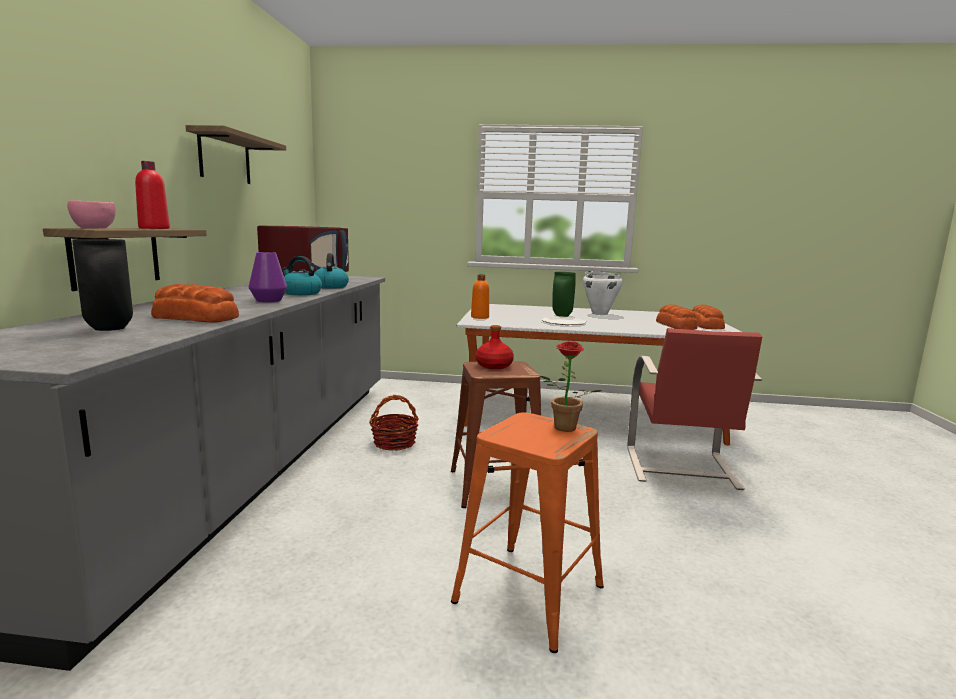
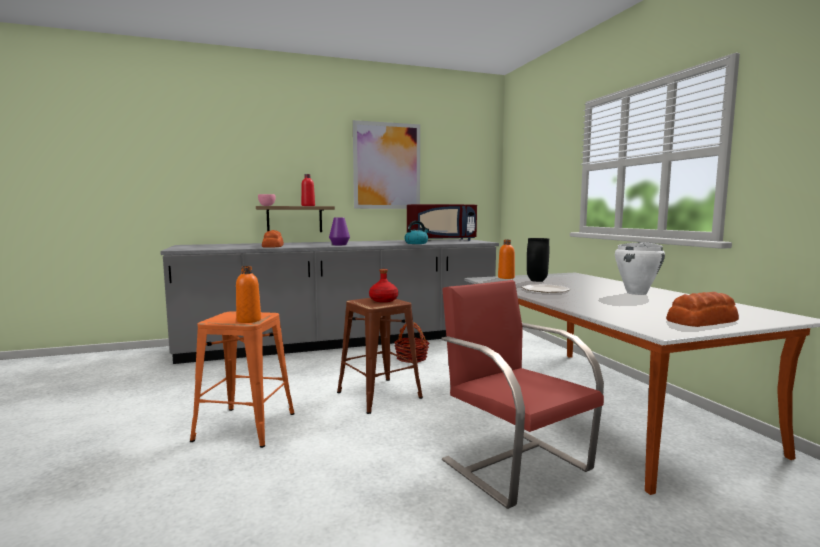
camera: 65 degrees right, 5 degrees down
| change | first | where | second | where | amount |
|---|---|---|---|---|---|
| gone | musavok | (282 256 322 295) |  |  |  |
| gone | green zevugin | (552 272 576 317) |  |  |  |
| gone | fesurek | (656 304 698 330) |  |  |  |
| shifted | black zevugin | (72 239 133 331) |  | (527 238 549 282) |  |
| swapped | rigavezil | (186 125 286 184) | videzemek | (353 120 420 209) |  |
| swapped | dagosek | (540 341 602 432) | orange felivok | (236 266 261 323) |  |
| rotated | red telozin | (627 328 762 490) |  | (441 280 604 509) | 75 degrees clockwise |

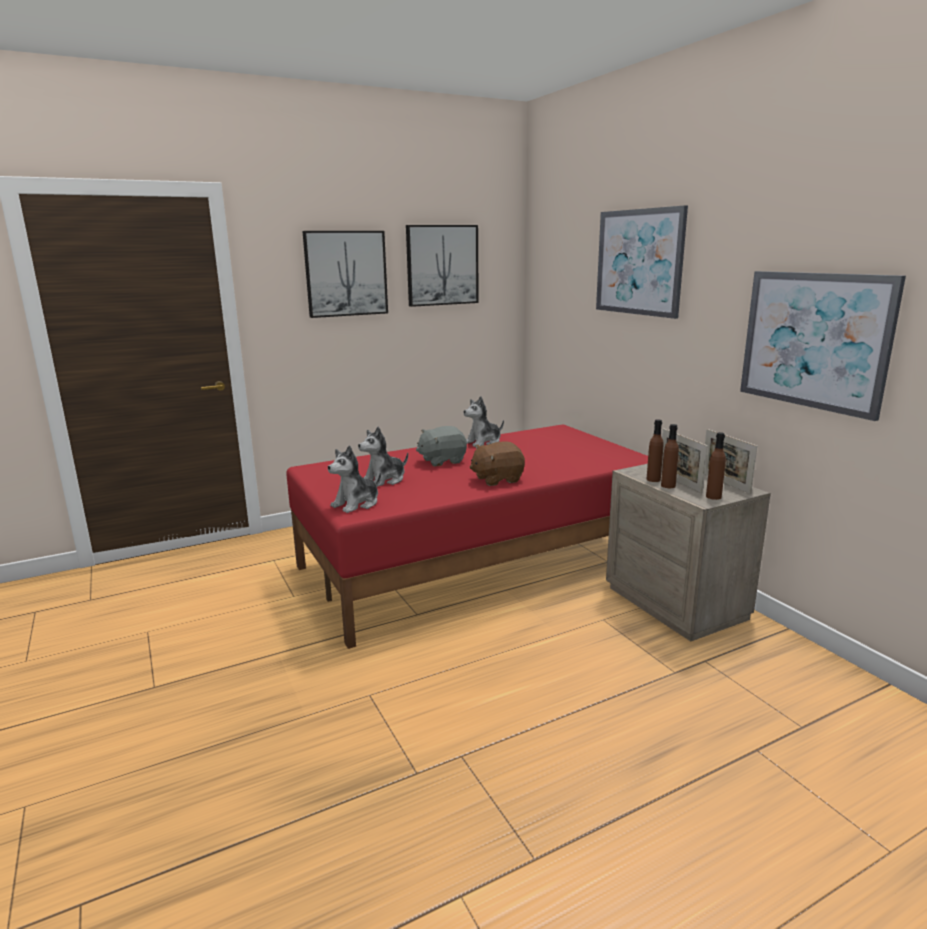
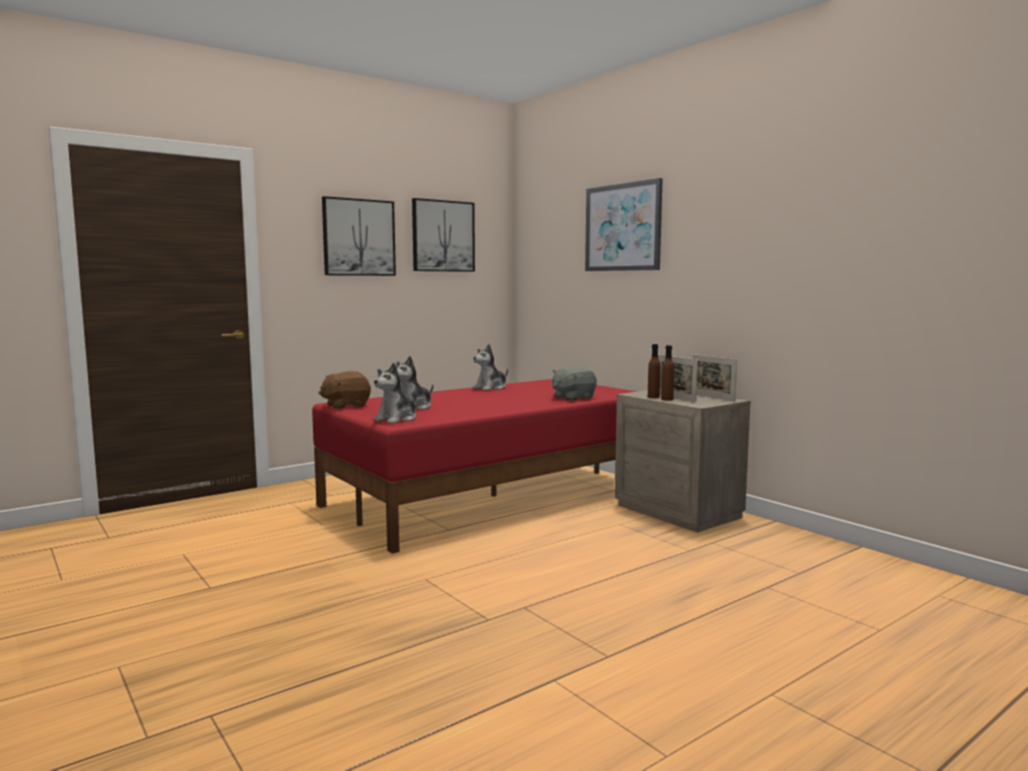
camera: 10 degrees left, 10 degrees down
| change | first | where | second | where | amount |
|---|---|---|---|---|---|
| gone | brown felivok | (706 432 726 500) |  |  |  |
| gone | videzemek | (740 271 906 421) |  |  |  |
| shifted | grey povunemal | (416 426 467 467) |  | (552 365 597 401) |  |
| shifted | brown povunemal | (470 442 525 486) |  | (319 371 371 409) |  |

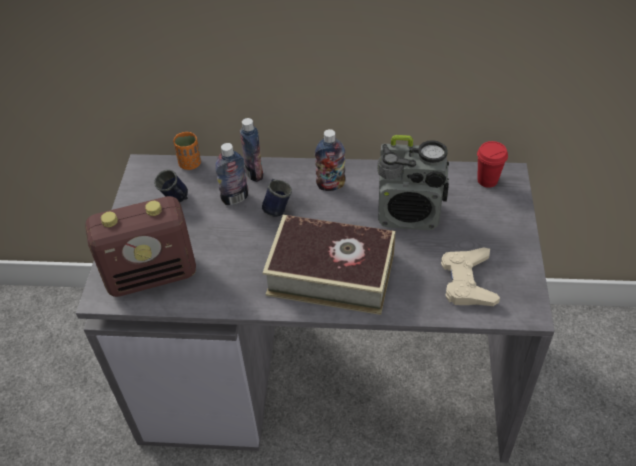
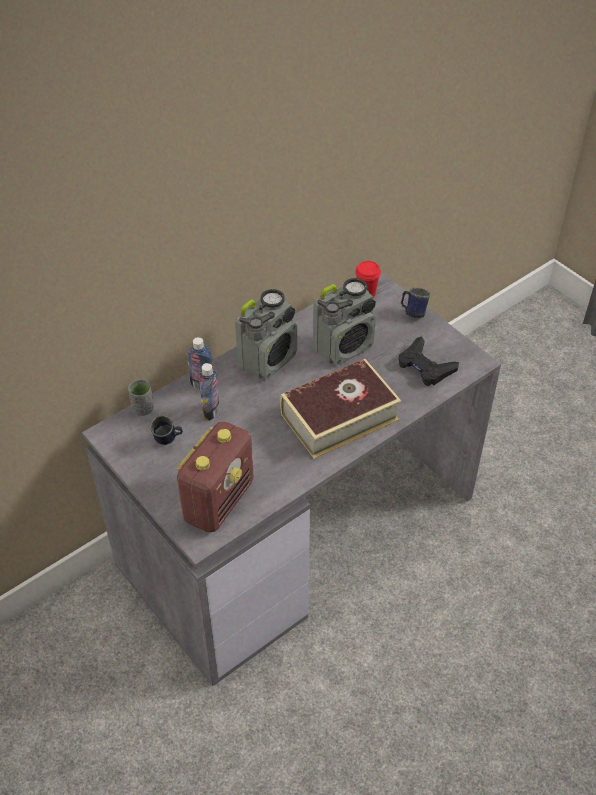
camera: 45 degrees left, 0 degrees up
| change | first | where | second | where | amount |
|---|---|---|---|---|---|
| shifted | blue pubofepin | (262 179 292 217) |  | (401 288 430 318) |  |
| swapped | felivok | (315 129 346 191) | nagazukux | (235 289 297 379) |  |
| repainted | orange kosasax | (173 132 201 170) | grey kosasax | (128 379 154 416) |  |
| repainted | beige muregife | (441 248 500 306) | black muregife | (398 336 459 386) |  |

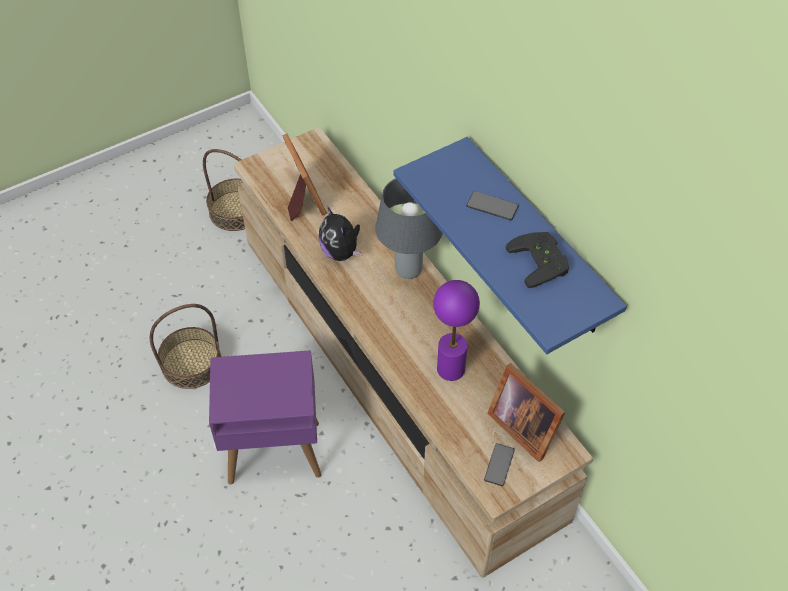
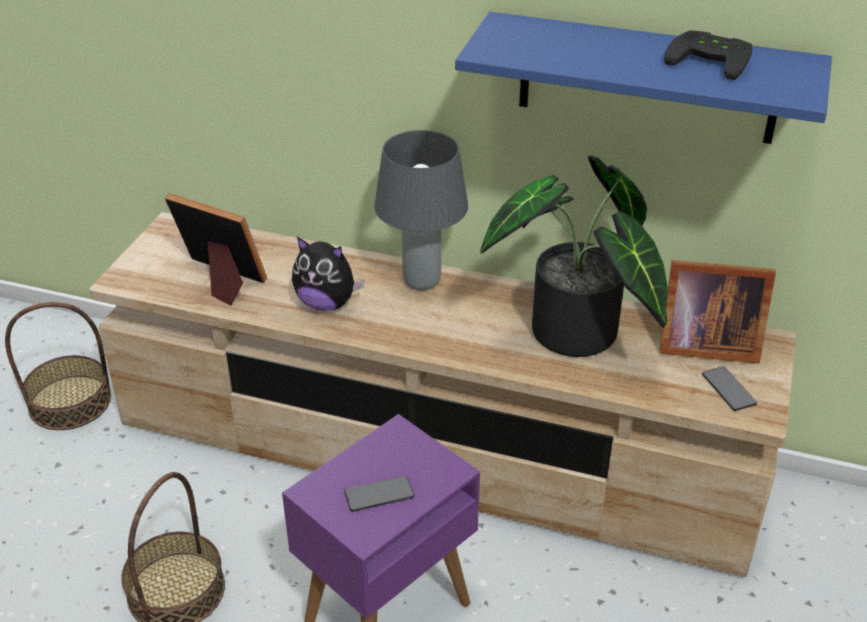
camera: 40 degrees left, 15 degrees down
| change | first | where | second | where | amount |
|---|---|---|---|---|---|
| shifted | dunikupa | (466 191 519 220) |  | (344 476 414 512) |  |
| swapped | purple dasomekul | (433 280 480 381) | dagosek | (480 155 668 357) |  |

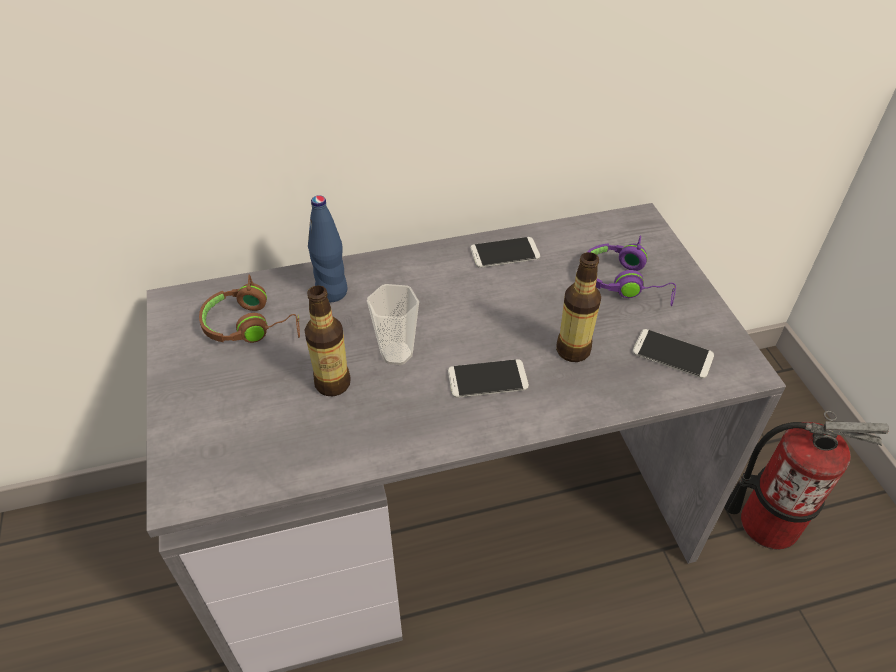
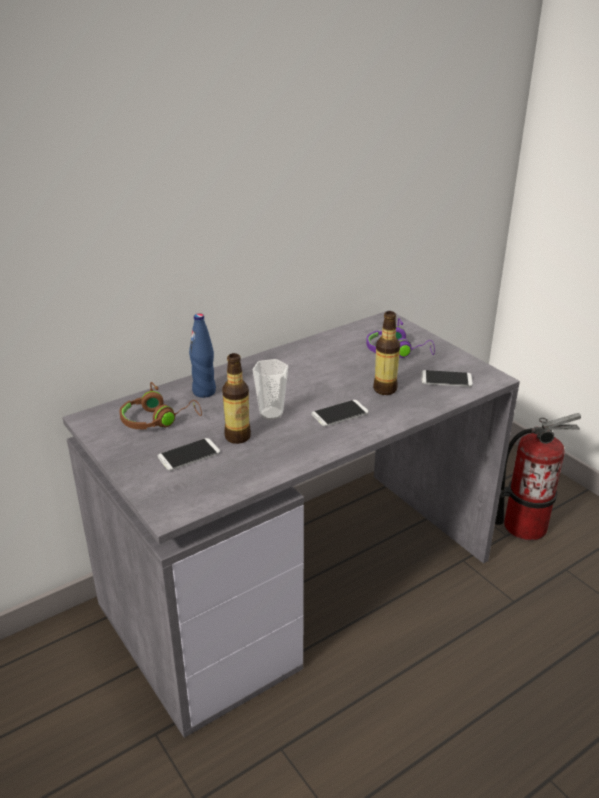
camera: 20 degrees left, 15 degrees down
| change | first | where | second | where | amount |
|---|---|---|---|---|---|
| shifted | dunikupa | (470 237 540 268) |  | (158 438 220 471) |  |

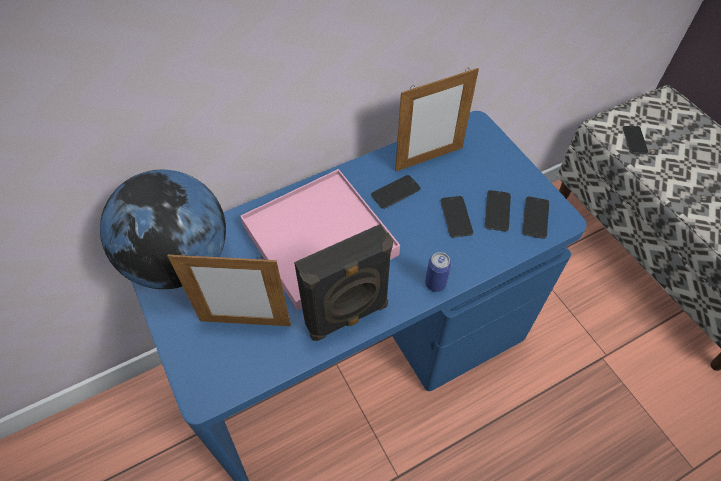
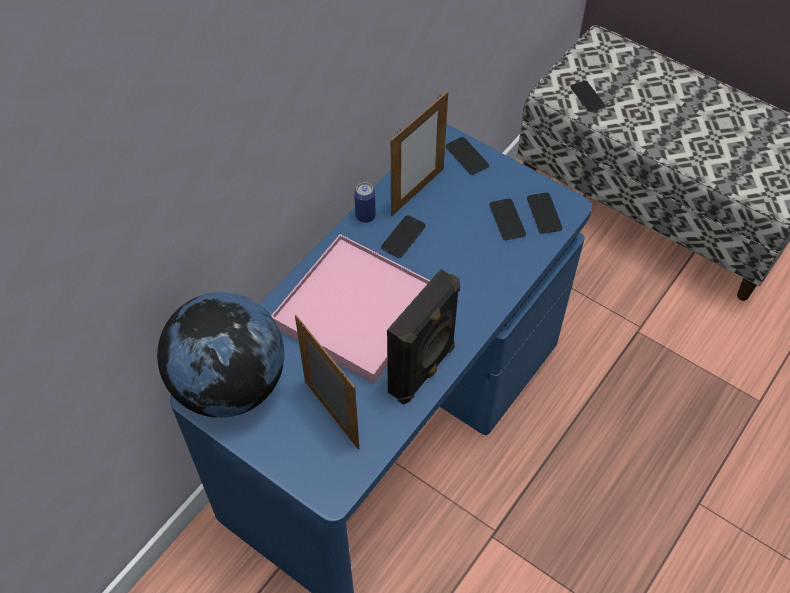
camera: 25 degrees left, 0 degrees up
| change | first | where | second | where | amount |
|---|---|---|---|---|---|
| shifted | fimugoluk | (425 252 451 292) |  | (354 182 376 223) |  |
| shifted | dunikupa | (441 196 473 237) |  | (446 137 489 175) |  |
| rotated | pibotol | (167 252 291 326) |  | (295 315 359 450) | 105 degrees counterclockwise |

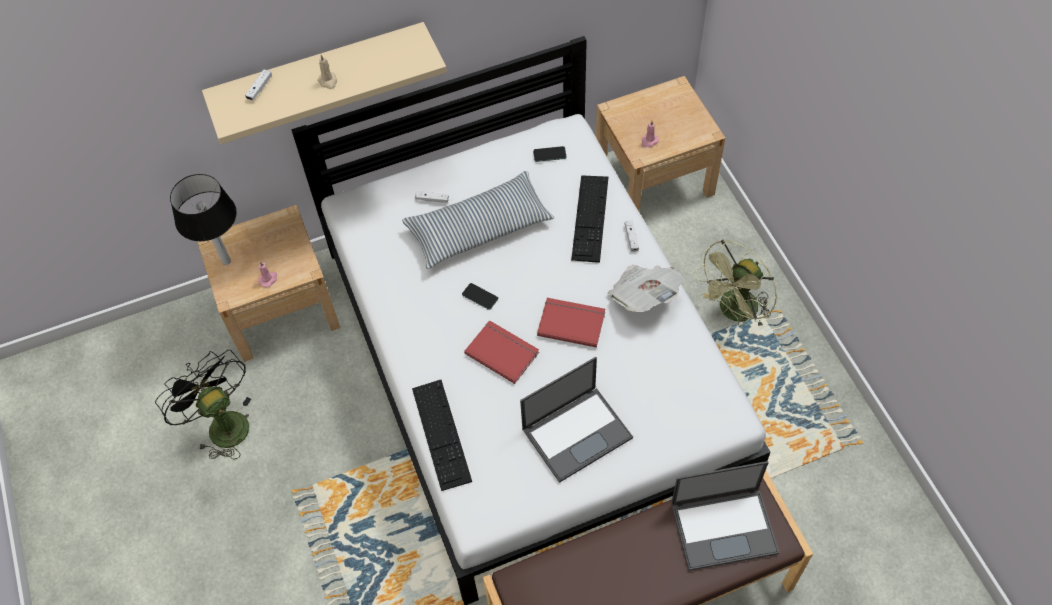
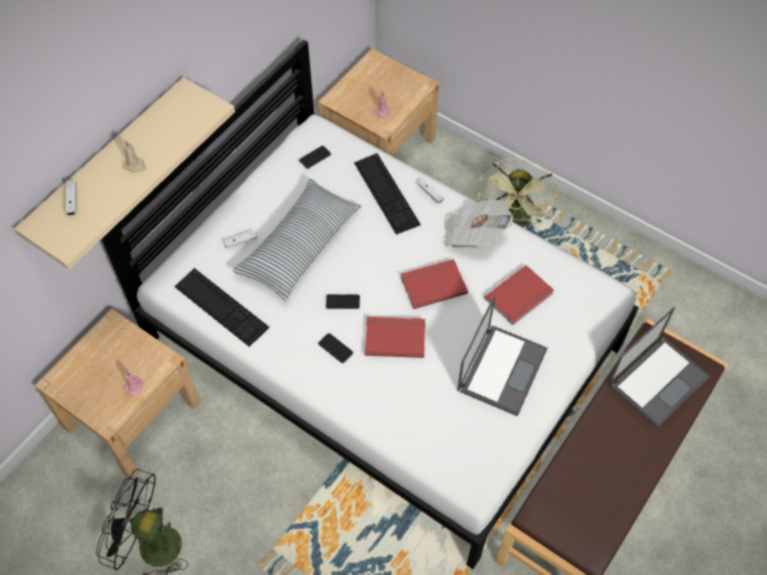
camera: 35 degrees left, 0 degrees up
| change | first | where | second | where | amount |
|---|---|---|---|---|---|
| gone | dasomekul | (170 174 237 265) |  |  |  |
| new |  |  | dunikupa | (318 333 353 363) |  |
| new |  |  | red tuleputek | (484 265 554 325) |  |
| shifted | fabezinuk | (412 380 472 491) |  | (175 268 269 347) |  |

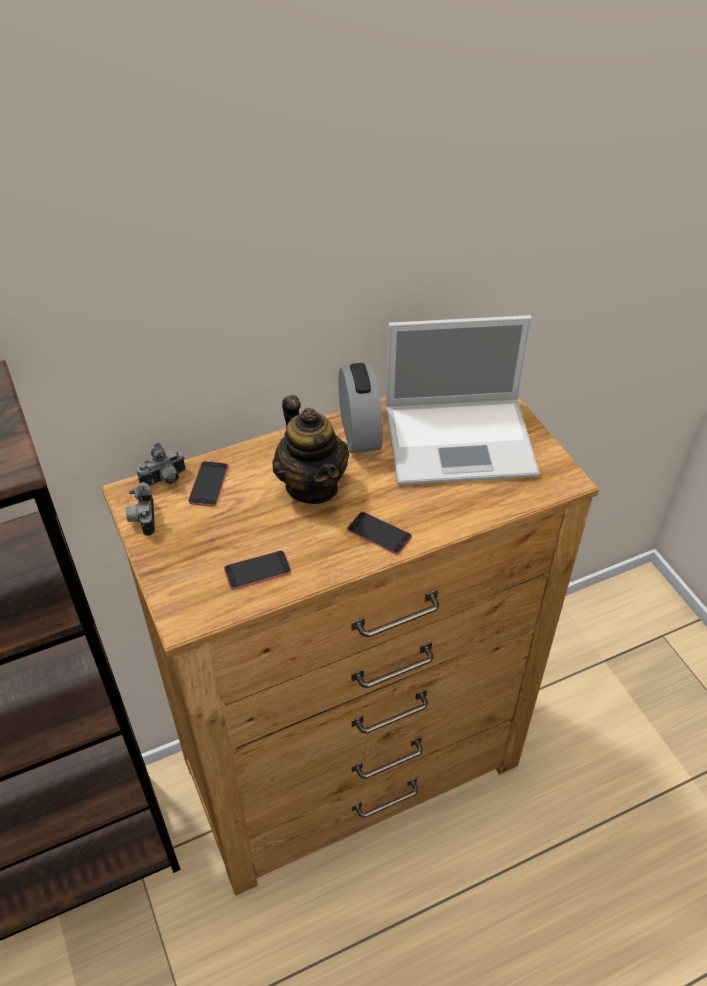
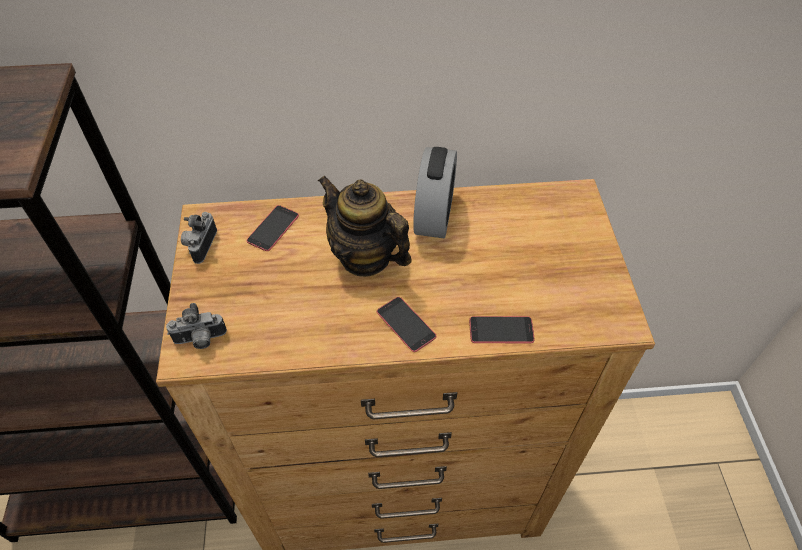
camera: 20 degrees right, 5 degrees up
| change | first | where | second | where | amount |
|---|---|---|---|---|---|
| gone | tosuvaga | (386 315 540 485) |  |  |  |
| shifted | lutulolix | (137 443 185 487) |  | (166 303 227 349) |  |
| shifted | dunikupa | (224 550 291 590) |  | (469 316 534 343) |  |
| rotated | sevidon | (272 395 349 504) |  | (318 175 412 277) | 135 degrees clockwise |

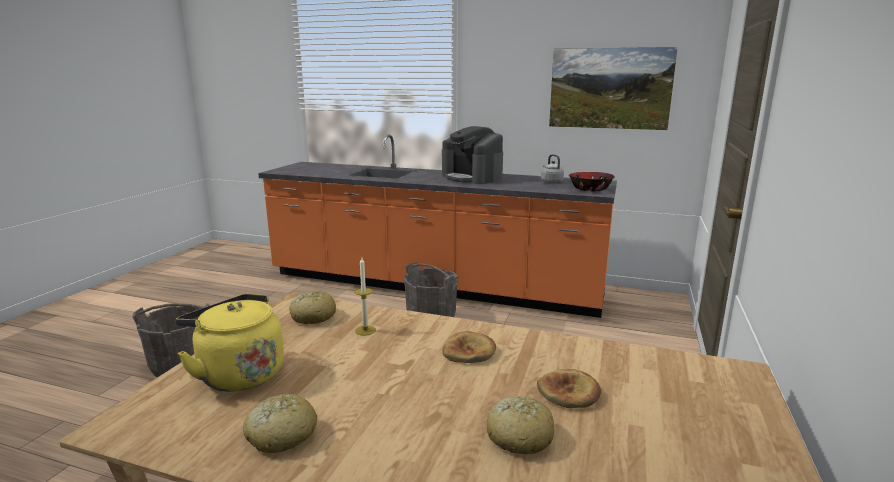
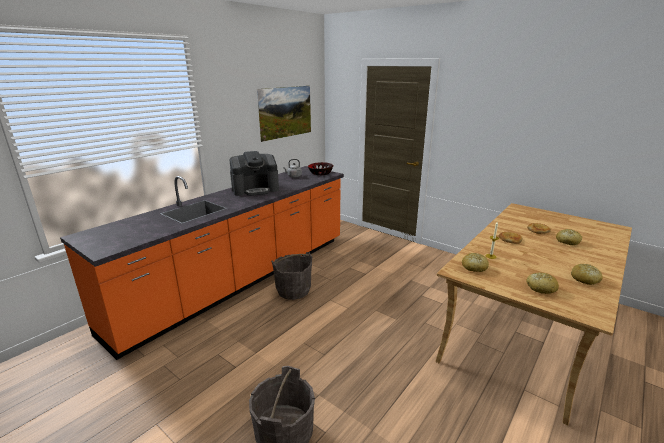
camera: 70 degrees left, 5 degrees up
| change | first | where | second | where | amount |
|---|---|---|---|---|---|
| swapped | yellow musavok | (176 294 284 392) | fesurek | (526 272 559 294) |  |

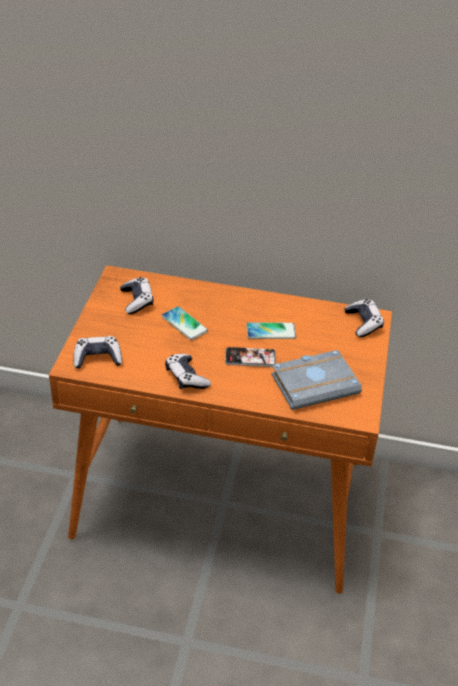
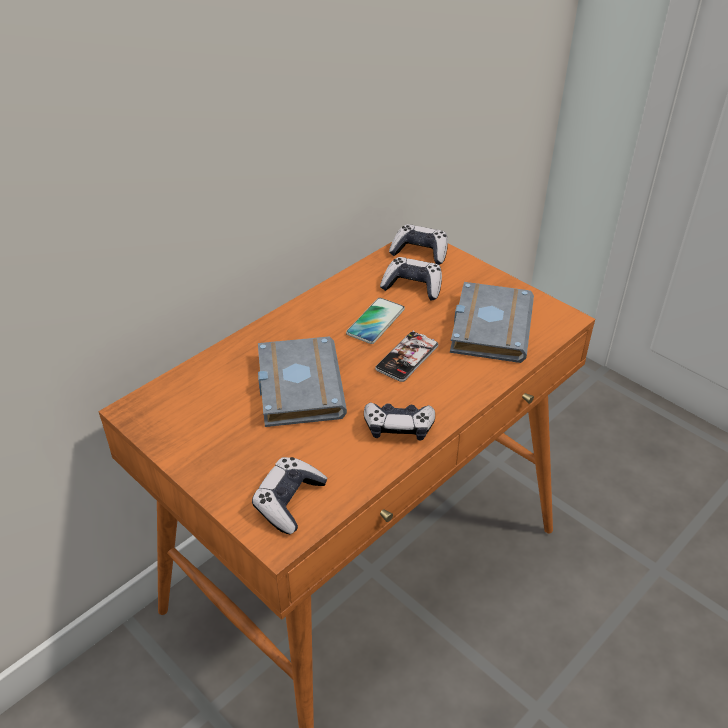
camera: 55 degrees left, 0 degrees up
| change | first | where | second | where | amount |
|---|---|---|---|---|---|
| shifted | muregife | (120 277 153 314) |  | (380 257 442 300) |  |
| swapped | dunikupa | (161 306 208 340) | grey tuleputek | (258 336 347 427) |  |

